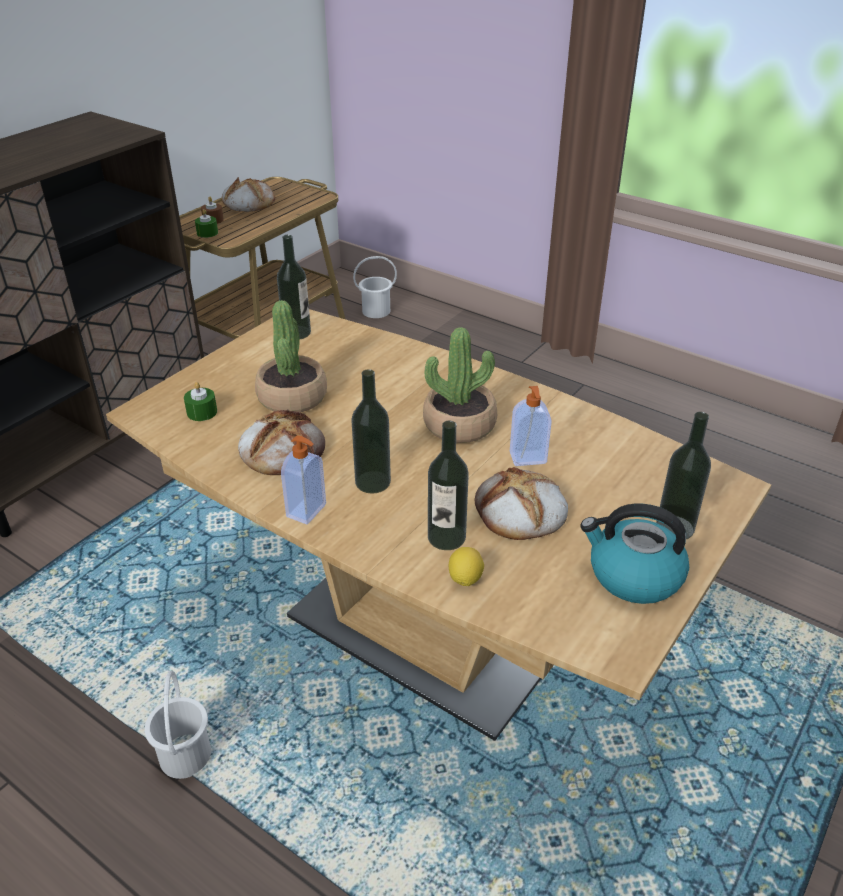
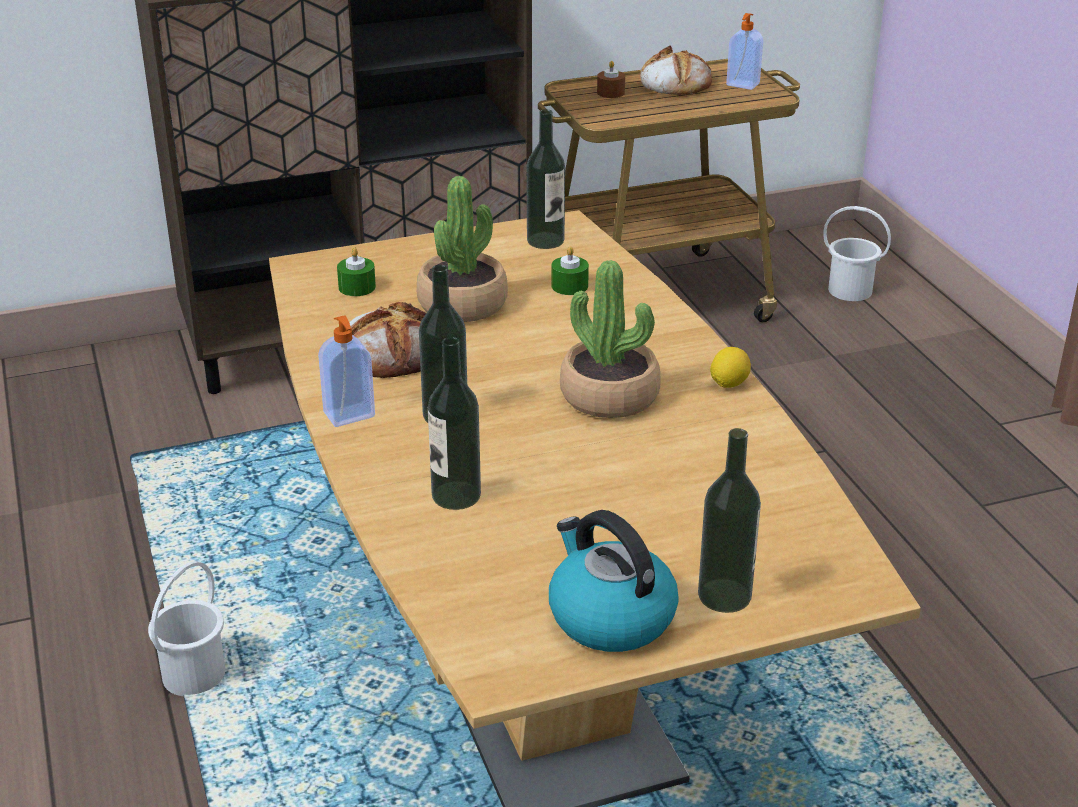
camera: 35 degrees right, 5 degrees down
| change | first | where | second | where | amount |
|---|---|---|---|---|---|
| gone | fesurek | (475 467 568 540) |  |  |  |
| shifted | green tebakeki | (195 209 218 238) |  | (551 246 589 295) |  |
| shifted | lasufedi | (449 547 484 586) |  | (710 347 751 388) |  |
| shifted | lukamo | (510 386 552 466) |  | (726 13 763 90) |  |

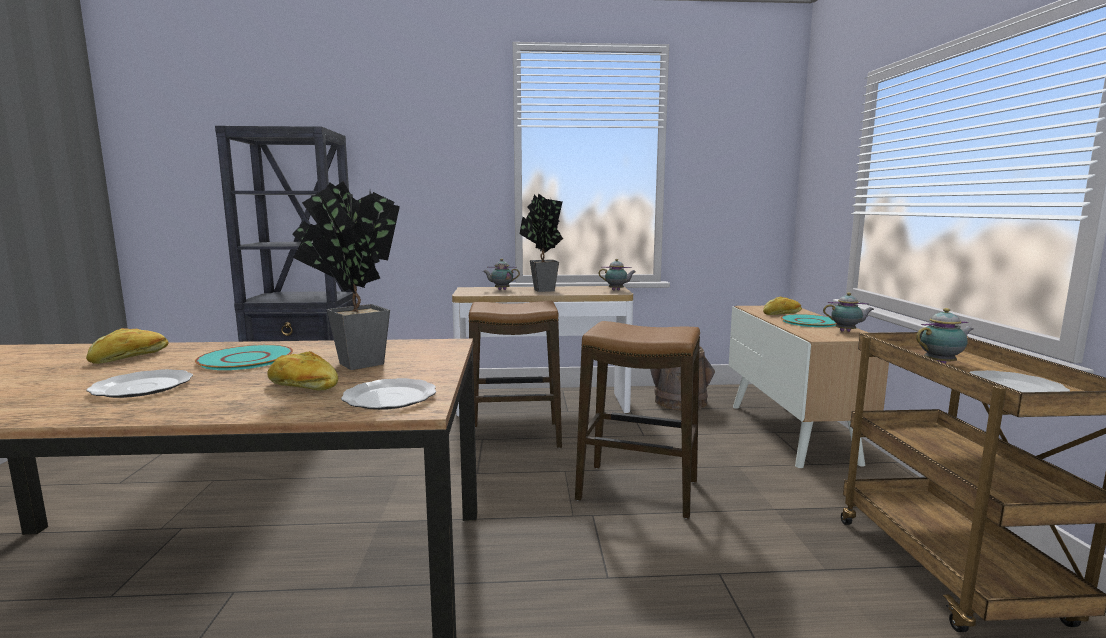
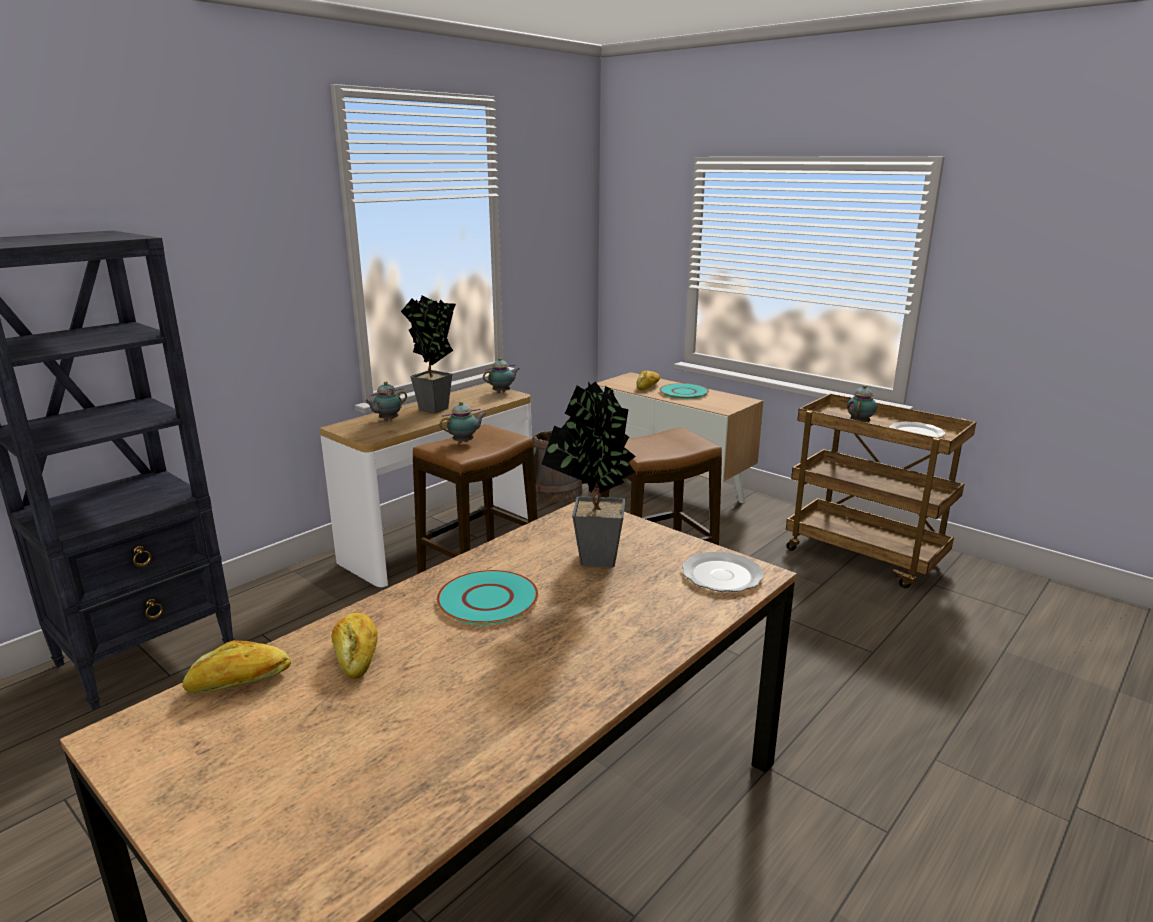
camera: 45 degrees left, 10 degrees up
| change | first | where | second | where | amount |
|---|---|---|---|---|---|
| gone | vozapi | (87 369 193 398) |  |  |  |
| shifted | fesurek | (267 351 338 391) |  | (183 640 291 694) |  |
| shifted | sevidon | (823 293 874 332) |  | (439 401 485 443) |  |

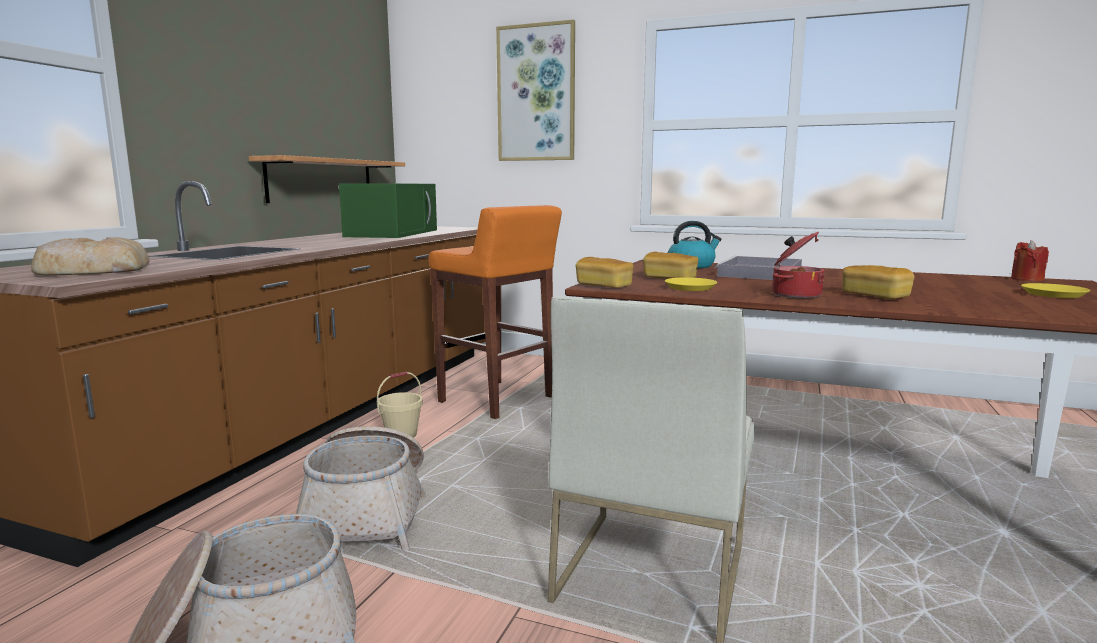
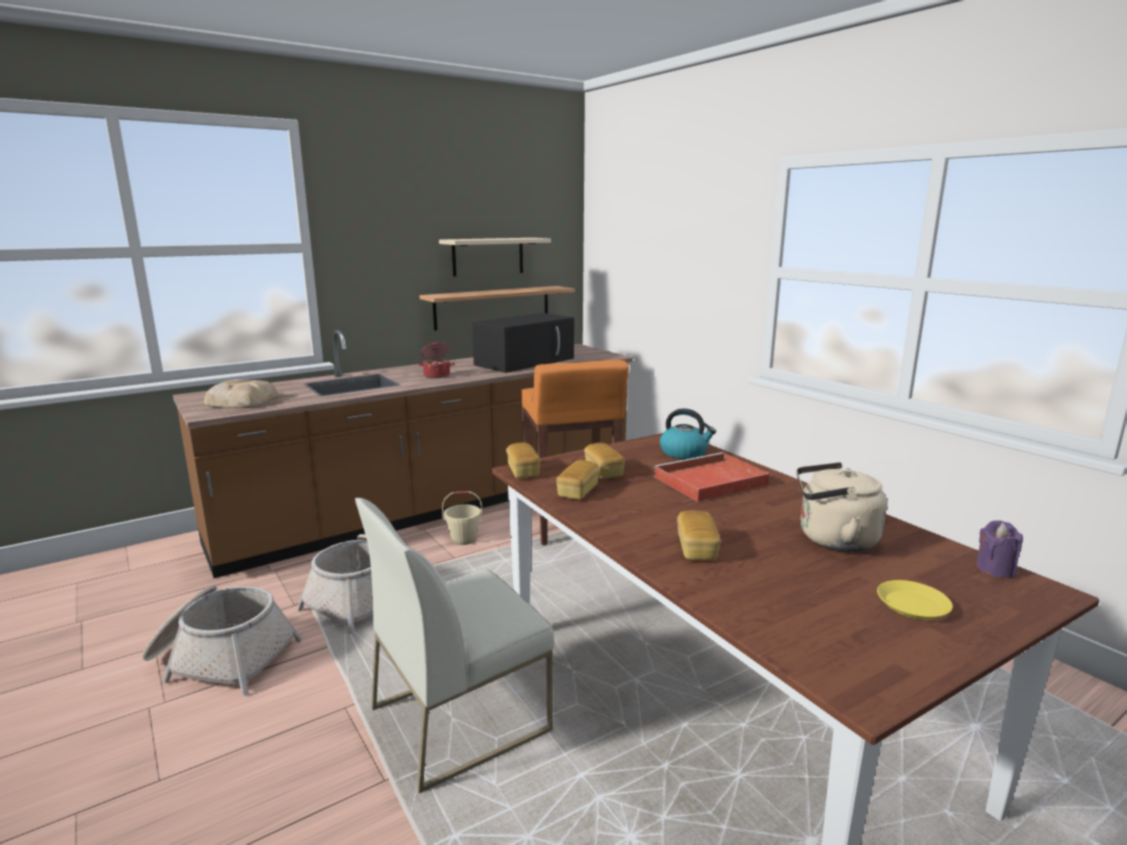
camera: 35 degrees right, 5 degrees up
| change | first | where | second | where | amount |
|---|---|---|---|---|---|
| gone | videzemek | (496 19 575 161) |  |  |  |
| new |  |  | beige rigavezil | (439 238 551 277) |  |
| new |  |  | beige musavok | (796 462 887 552) |  |
| shifted | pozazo | (772 232 825 298) |  | (418 342 455 378) |  |
| swapped | yellow vozapi | (665 277 717 291) | fesurek | (556 460 600 500) |  |
| repainted | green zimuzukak | (339 183 437 238) | black zimuzukak | (472 313 574 373) |  |
| repainted | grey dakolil | (714 256 802 280) | red dakolil | (653 452 770 502) |  |
| repainted | red tebakeki | (1011 240 1049 281) | purple tebakeki | (976 520 1023 578) |  |

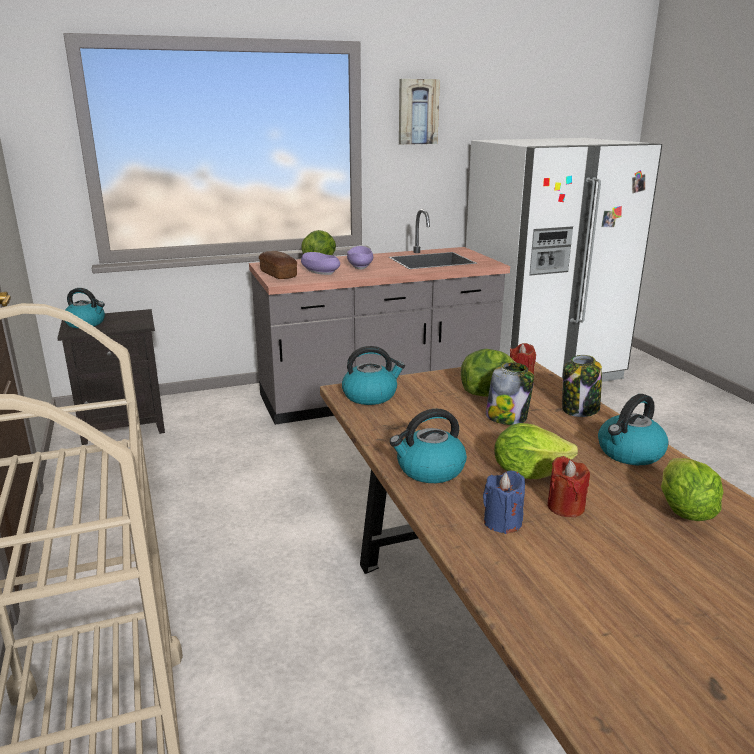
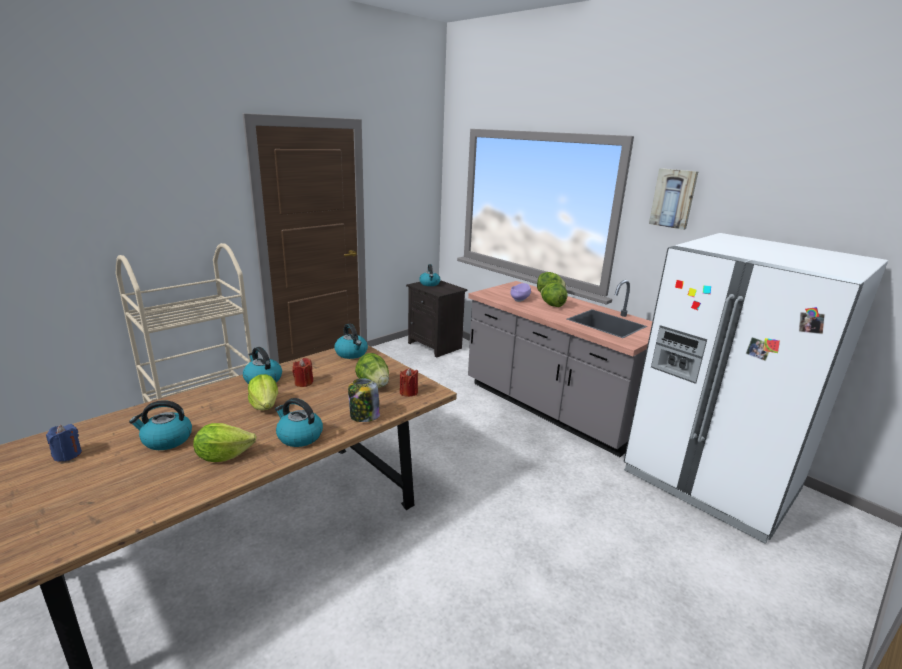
camera: 65 degrees right, 0 degrees up
| change | first | where | second | where | amount |
|---|---|---|---|---|---|
| gone | fesurek | (259 251 297 279) |  |  |  |
| gone | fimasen | (486 362 534 425) |  |  |  |
| new |  |  | musavok | (129 400 192 450) |  |
| shifted | blue tebakeki | (483 471 525 534) |  | (46 424 82 462) |  |
| shifted | red tebakeki | (547 456 590 517) |  | (292 358 313 387) |  |
| swapped | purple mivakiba | (347 246 373 269) | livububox | (541 282 568 307) |  |

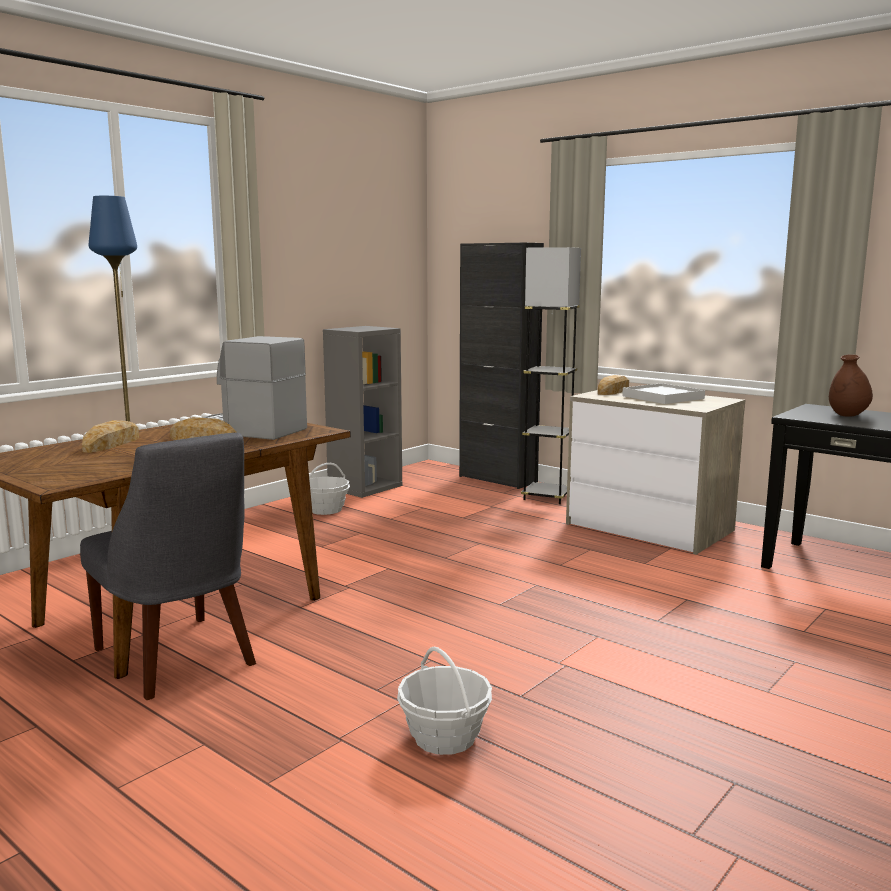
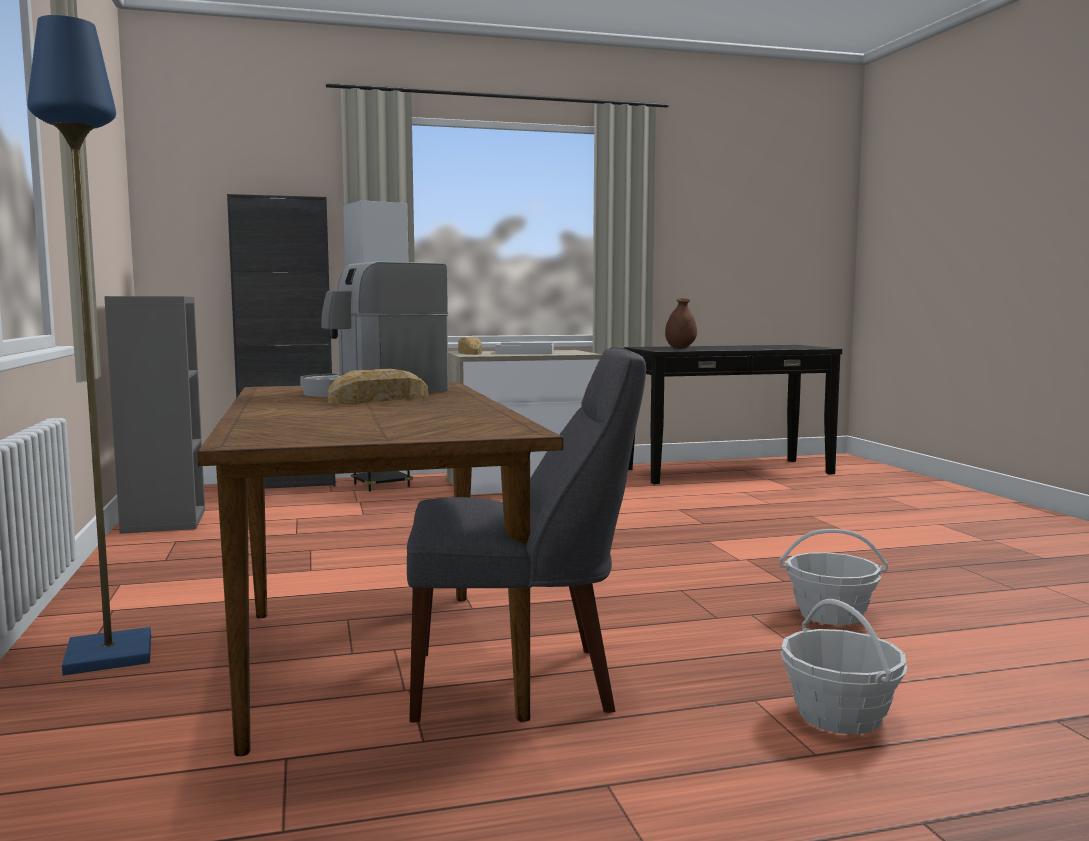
camera: 55 degrees left, 5 degrees down
| change | first | where | second | where | amount |
|---|---|---|---|---|---|
| gone | fesurek | (82 420 139 453) |  |  |  |
| shifted | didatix | (309 463 350 515) |  | (781 599 907 734) |  |

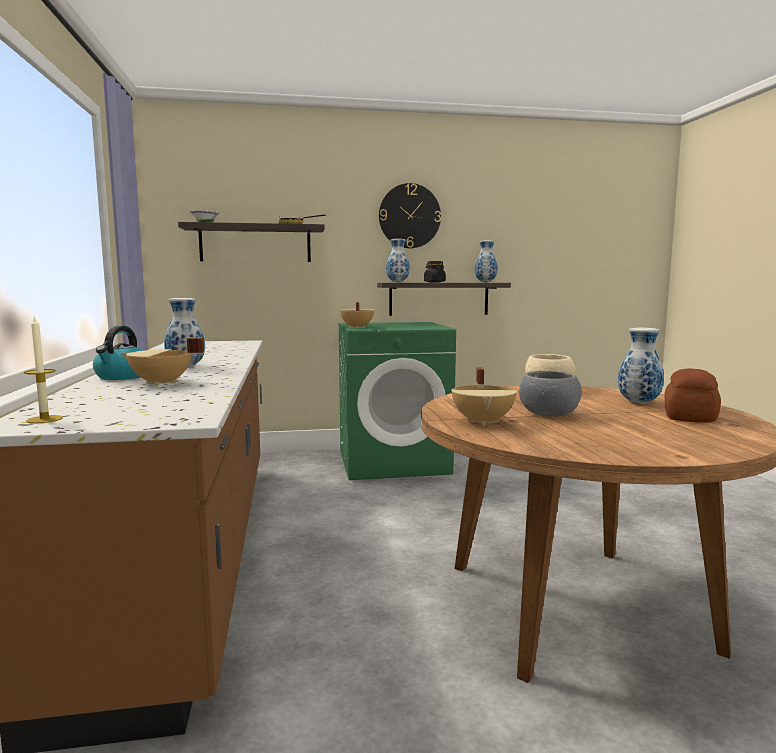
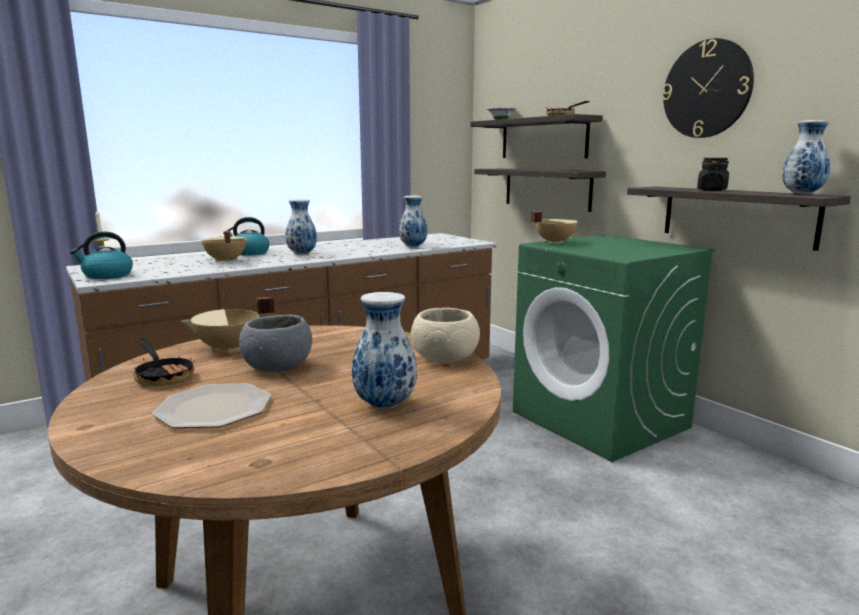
camera: 65 degrees right, 5 degrees up
| change | first | where | second | where | amount |
|---|---|---|---|---|---|
| gone | fesurek | (664 368 721 423) |  |  |  |
| new |  |  | musavok | (70 231 133 279) |  |
| new |  |  | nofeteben | (133 338 195 386) |  |
| new |  |  | vozapi | (153 384 271 428) |  |
| new |  |  | rigavezil | (474 169 606 212) |  |
| shifted | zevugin | (386 239 410 282) |  | (399 196 427 247) |  |

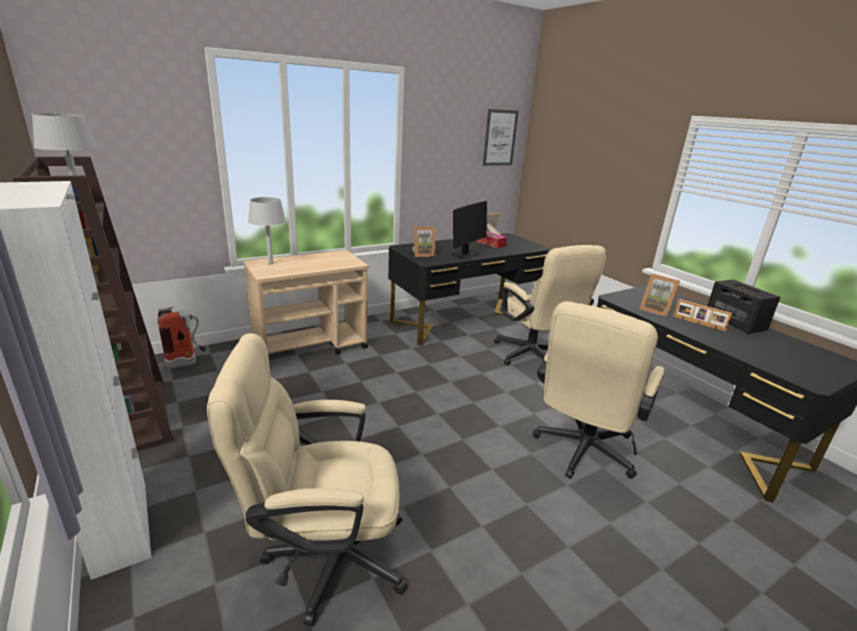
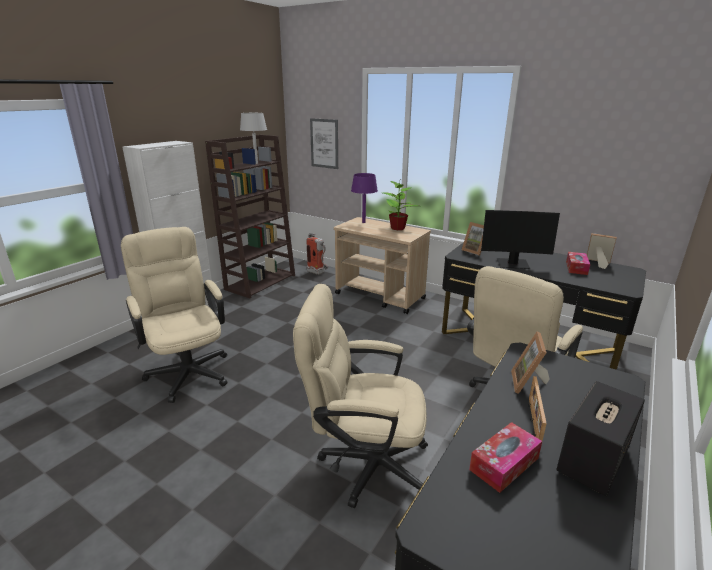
camera: 65 degrees right, 0 degrees up
| change | first | where | second | where | amount |
|---|---|---|---|---|---|
| new |  |  | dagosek | (383 181 419 230) |  |
| new |  |  | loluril | (469 422 542 493) |  |
| shifted | videzemek | (483 109 519 166) |  | (310 118 338 169) |  |
| repainted | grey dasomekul | (248 197 286 265) | purple dasomekul | (351 173 378 223) |  |

